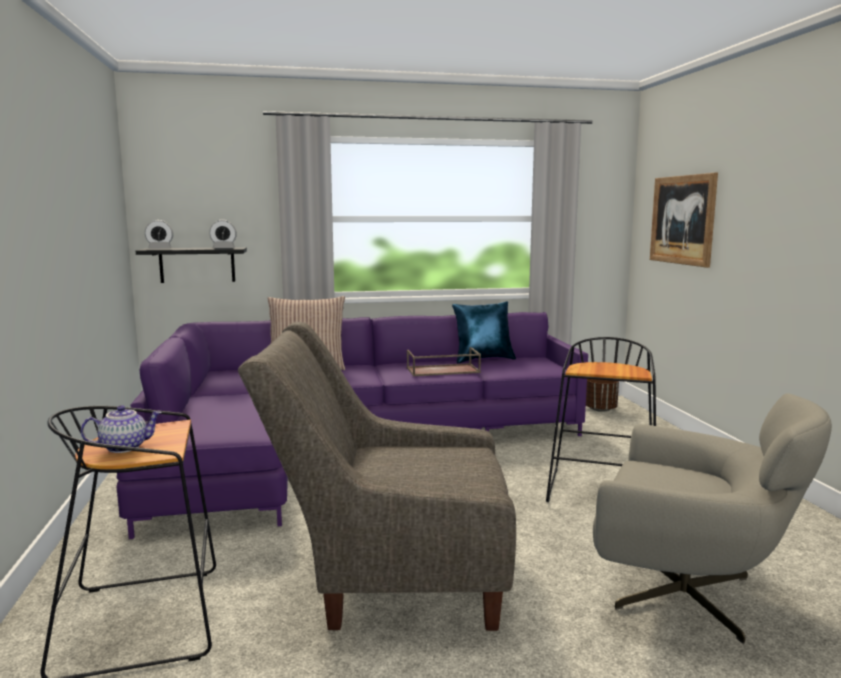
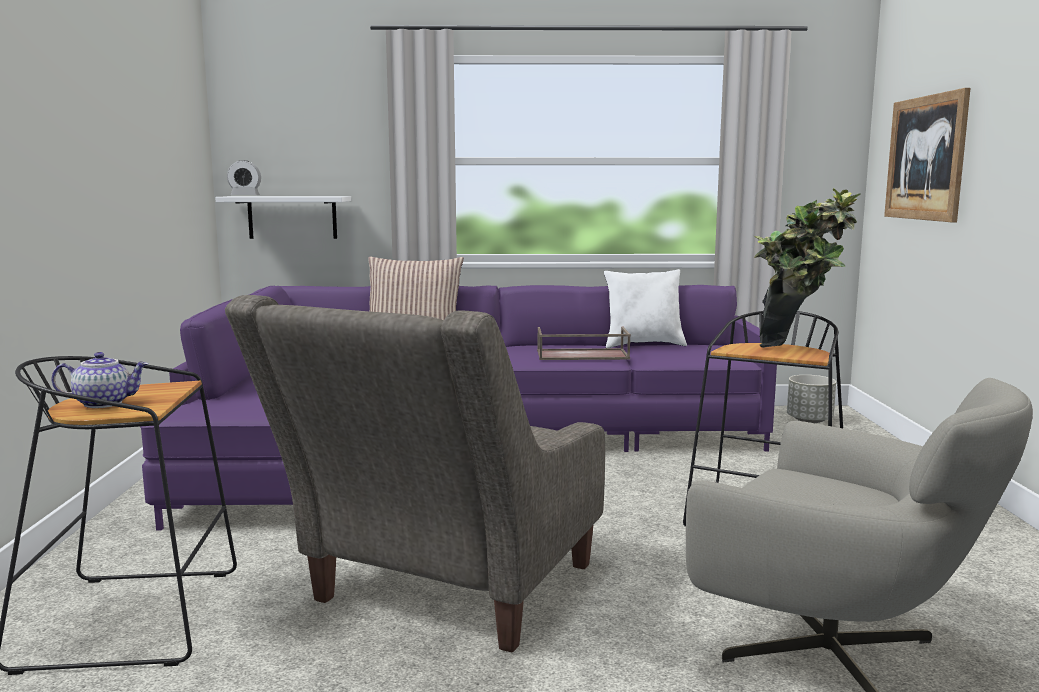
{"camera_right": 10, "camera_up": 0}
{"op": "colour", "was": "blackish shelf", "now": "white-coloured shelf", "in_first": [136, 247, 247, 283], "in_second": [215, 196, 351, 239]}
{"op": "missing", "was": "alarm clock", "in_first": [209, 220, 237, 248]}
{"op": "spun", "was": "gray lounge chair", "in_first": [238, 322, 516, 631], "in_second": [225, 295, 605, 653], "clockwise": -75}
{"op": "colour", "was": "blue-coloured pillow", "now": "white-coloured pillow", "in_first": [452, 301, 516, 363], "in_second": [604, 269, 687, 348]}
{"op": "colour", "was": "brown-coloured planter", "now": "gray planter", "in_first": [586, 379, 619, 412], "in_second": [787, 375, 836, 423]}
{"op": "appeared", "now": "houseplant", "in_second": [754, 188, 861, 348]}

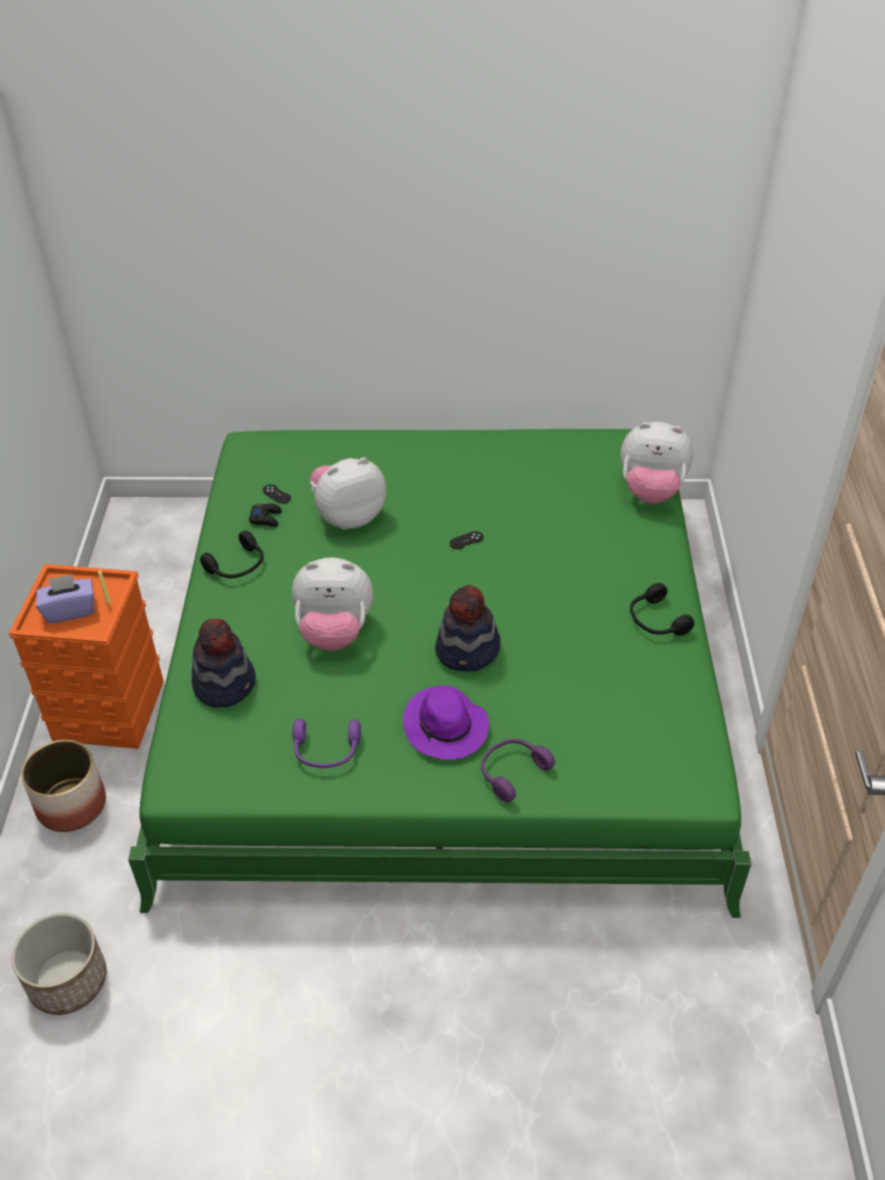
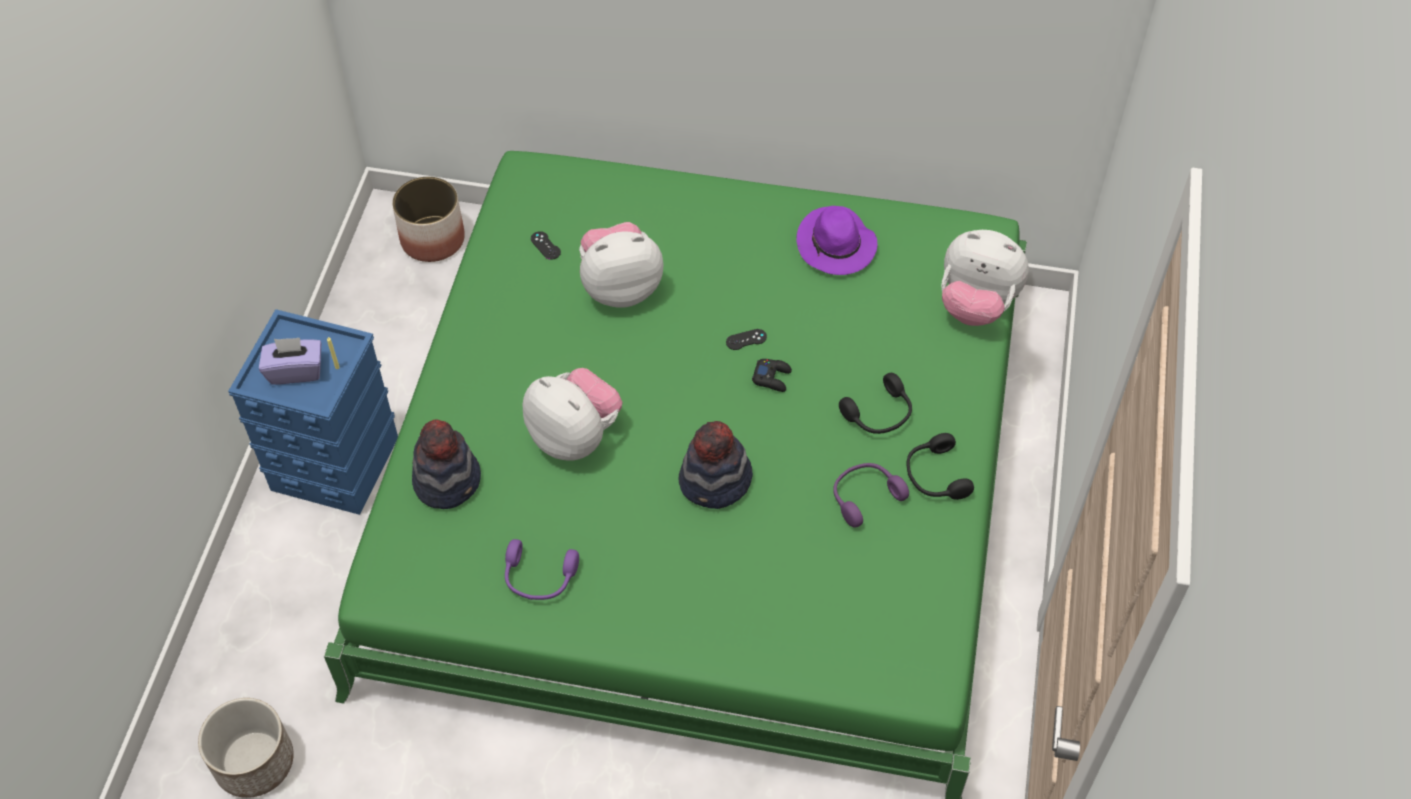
{"camera_right": 10, "camera_up": 10}
{"op": "colour", "was": "orange-coloured storage bin", "now": "blue-coloured storage bin", "in_first": [8, 564, 164, 749], "in_second": [228, 309, 398, 515]}
{"op": "relocated", "was": "planter", "in_first": [21, 740, 106, 832], "in_second": [392, 177, 465, 262]}
{"op": "relocated", "was": "blackish headset", "in_first": [200, 531, 264, 578], "in_second": [839, 373, 912, 434]}
{"op": "relocated", "was": "blackish gamepad", "in_first": [249, 503, 282, 527], "in_second": [752, 359, 792, 392]}
{"op": "spun", "was": "soft toy", "in_first": [292, 558, 373, 651], "in_second": [523, 368, 622, 461], "clockwise": -150}
{"op": "relocated", "was": "purple-coloured wearable hat", "in_first": [403, 685, 489, 760], "in_second": [796, 206, 878, 275]}
{"op": "relocated", "was": "purple-coloured headset", "in_first": [481, 739, 555, 802], "in_second": [833, 463, 909, 528]}

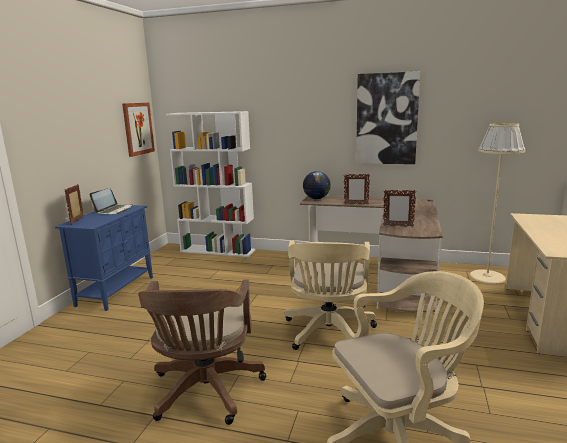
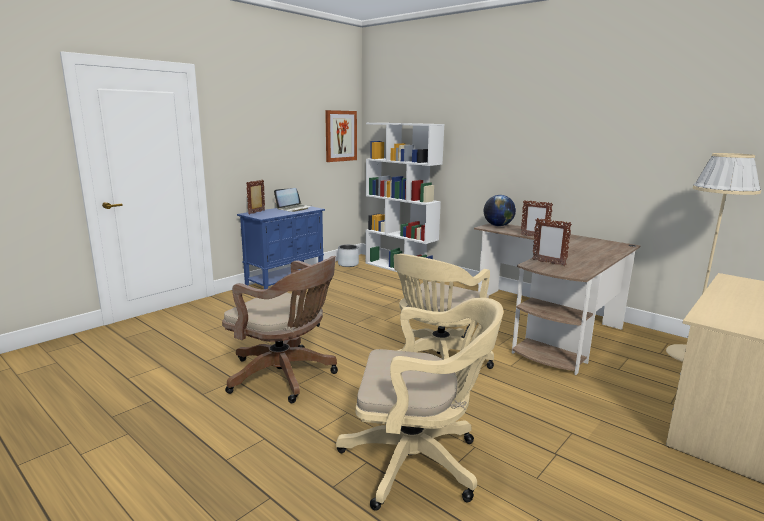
{"camera_right": 25, "camera_up": 0}
{"op": "spun", "was": "brown-coloured computer chair", "in_first": [138, 279, 266, 425], "in_second": [222, 256, 338, 403], "clockwise": -90}
{"op": "missing", "was": "picture", "in_first": [356, 71, 420, 164]}
{"op": "appeared", "now": "gray planter", "in_second": [338, 244, 359, 267]}

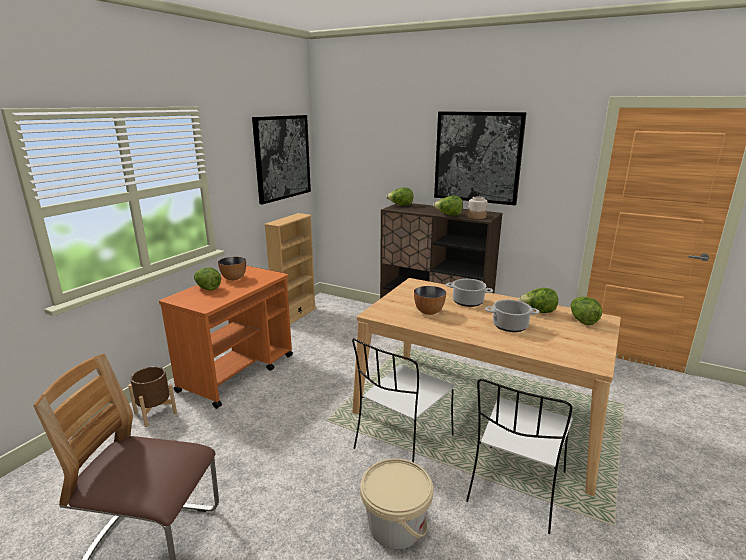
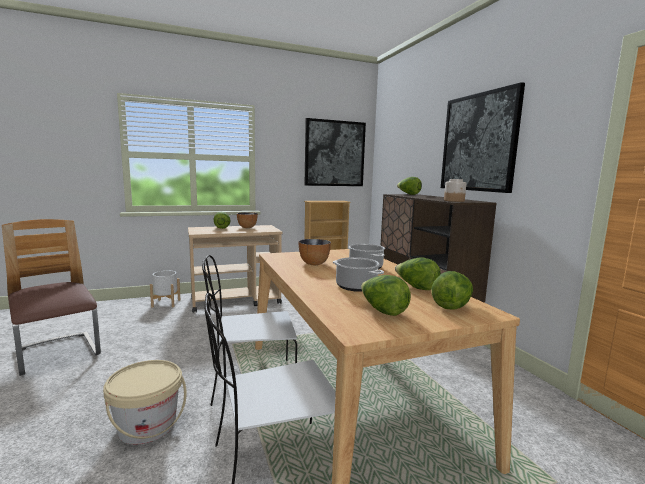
{"camera_right": 40, "camera_up": -10}
{"op": "colour", "was": "brown-coloured planter", "now": "white-coloured planter", "in_first": [128, 366, 177, 427], "in_second": [150, 271, 180, 308]}
{"op": "colour", "was": "orange-coloured wheeled cart", "now": "sand-coloured wheeled cart", "in_first": [159, 265, 293, 409], "in_second": [188, 225, 282, 313]}
{"op": "relocated", "was": "head of lettuce", "in_first": [433, 196, 463, 216], "in_second": [361, 275, 411, 316]}

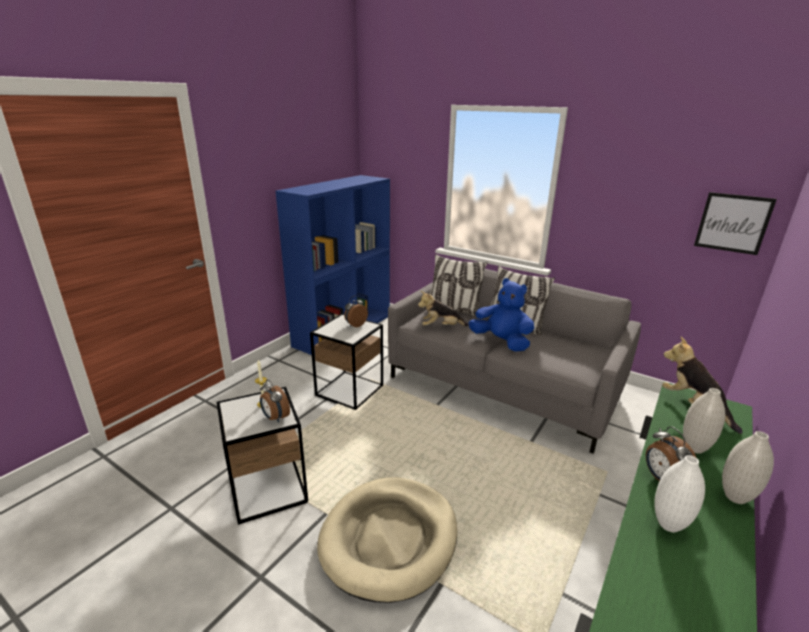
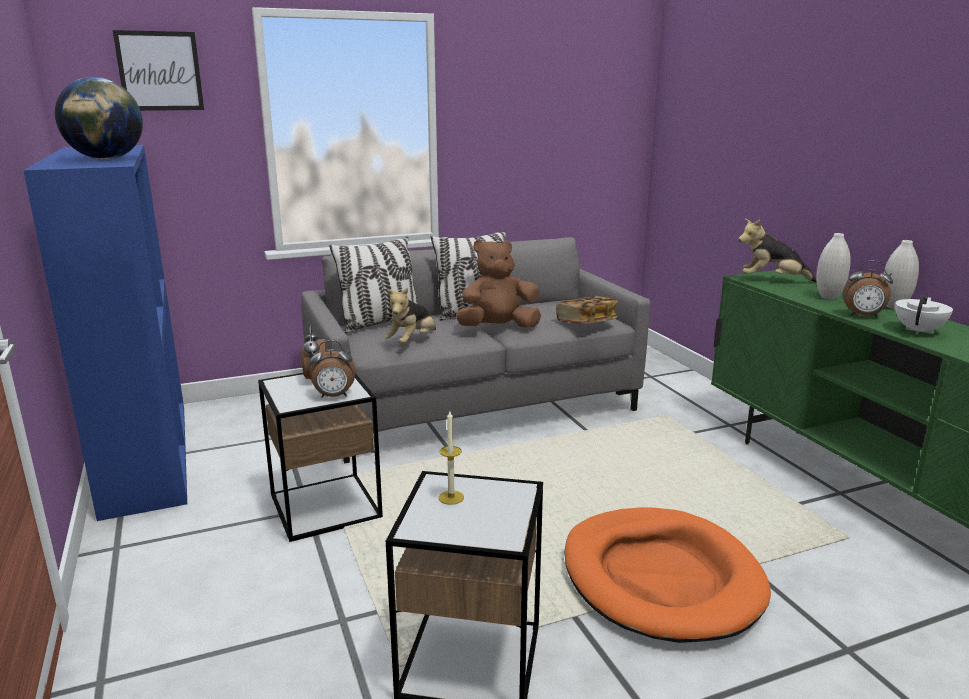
{"camera_right": -55, "camera_up": -5}
{"op": "relocated", "was": "alarm clock", "in_first": [260, 379, 290, 423], "in_second": [310, 340, 355, 398]}
{"op": "colour", "was": "sand-coloured dog bed", "now": "orange-coloured dog bed", "in_first": [317, 477, 457, 603], "in_second": [564, 507, 771, 643]}
{"op": "colour", "was": "blue-coloured soft toy", "now": "brown-coloured soft toy", "in_first": [468, 278, 534, 352], "in_second": [456, 240, 541, 327]}
{"op": "exchanged", "was": "white-coloured flower vase", "now": "white-coloured teapot", "in_first": [654, 455, 705, 532], "in_second": [895, 294, 953, 334]}
{"op": "relocated", "was": "picture", "in_first": [694, 192, 777, 255], "in_second": [113, 30, 204, 111]}
{"op": "appeared", "now": "globe", "in_second": [55, 77, 143, 159]}
{"op": "appeared", "now": "bound book", "in_second": [556, 296, 619, 324]}

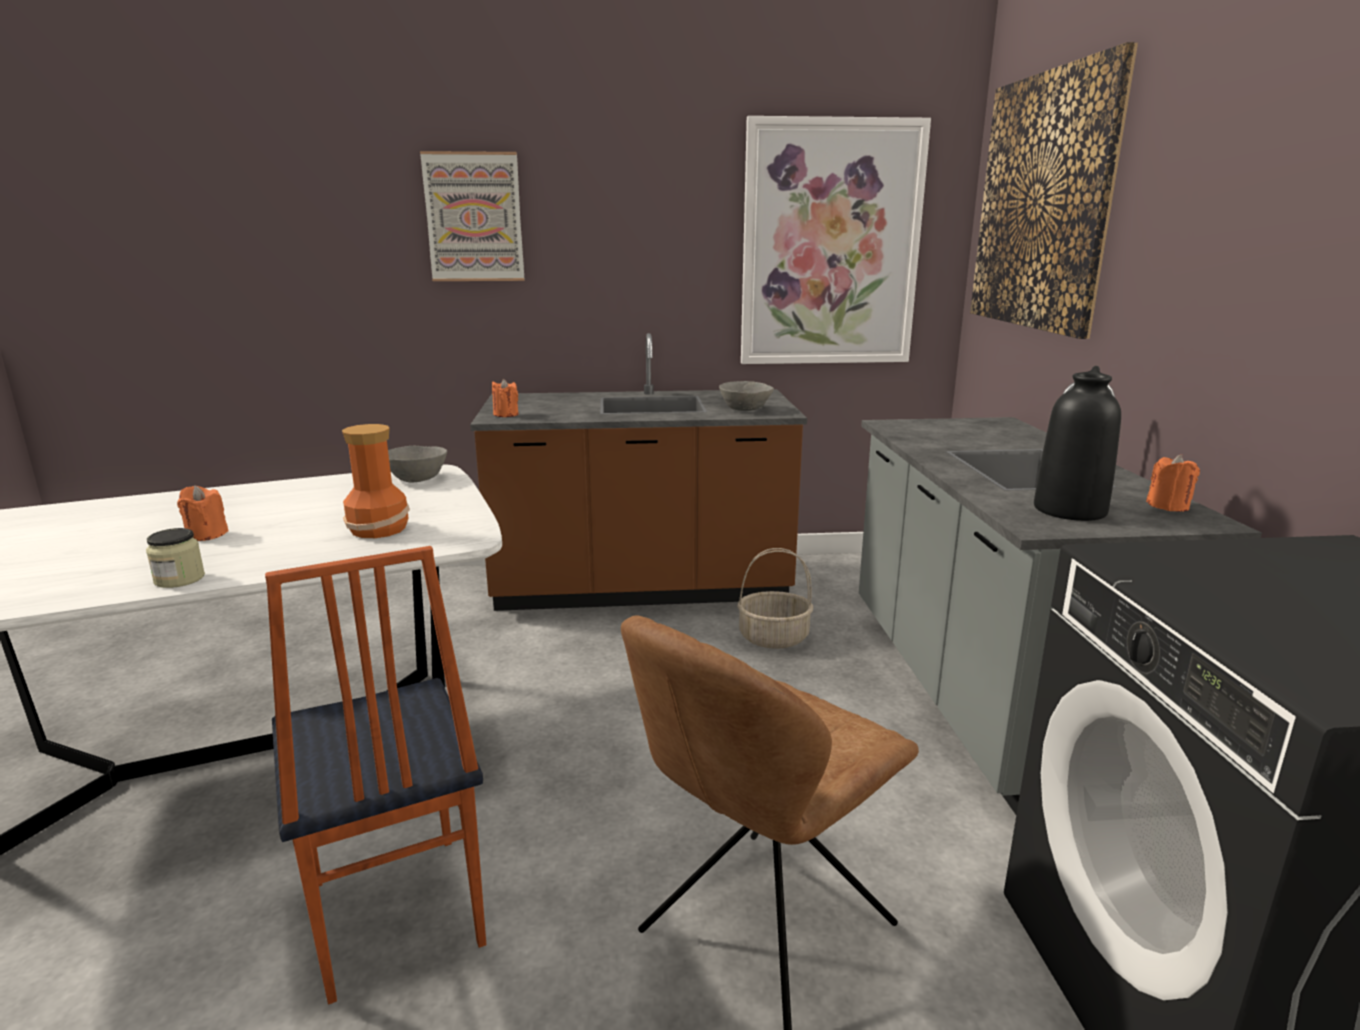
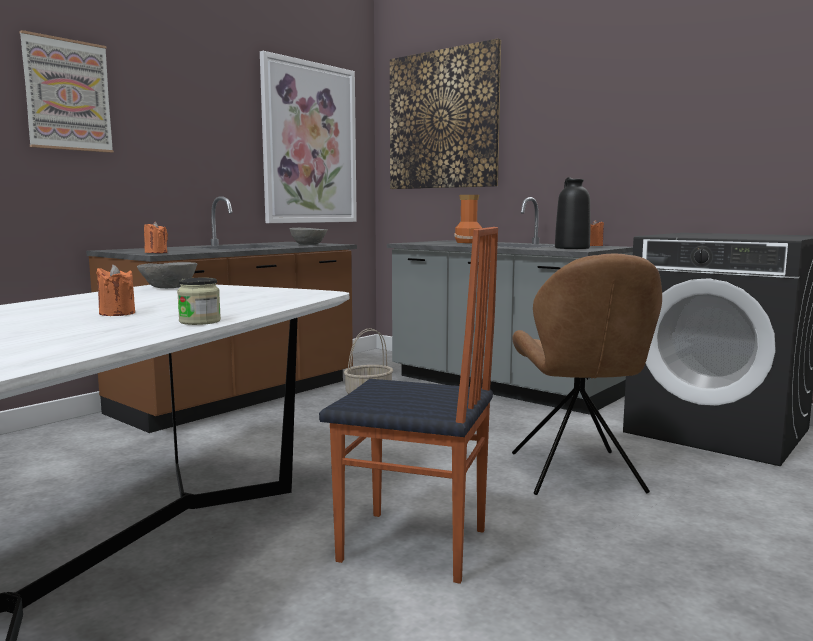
{"camera_right": -45, "camera_up": -10}
{"op": "relocated", "was": "flower vase", "in_first": [342, 424, 410, 538], "in_second": [454, 195, 482, 243]}

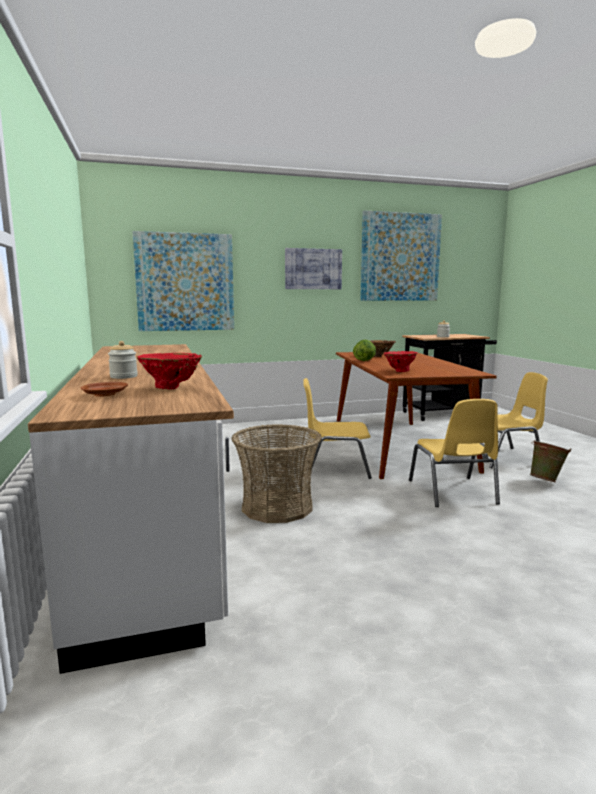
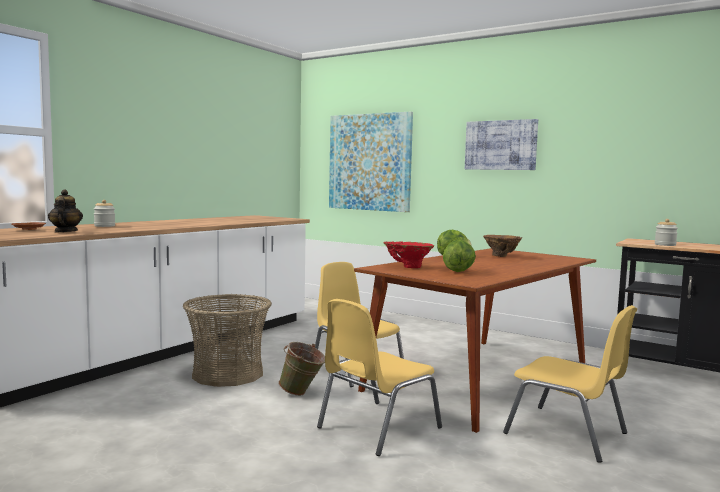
{"camera_right": 50, "camera_up": -5}
{"op": "exchanged", "was": "red flower vase", "now": "teapot", "in_first": [137, 353, 202, 389], "in_second": [48, 189, 83, 232]}
{"op": "missing", "was": "picture", "in_first": [360, 210, 442, 301]}
{"op": "relocated", "was": "green pail", "in_first": [530, 440, 571, 482], "in_second": [279, 342, 325, 396]}
{"op": "appeared", "now": "head of lettuce", "in_second": [443, 239, 476, 272]}

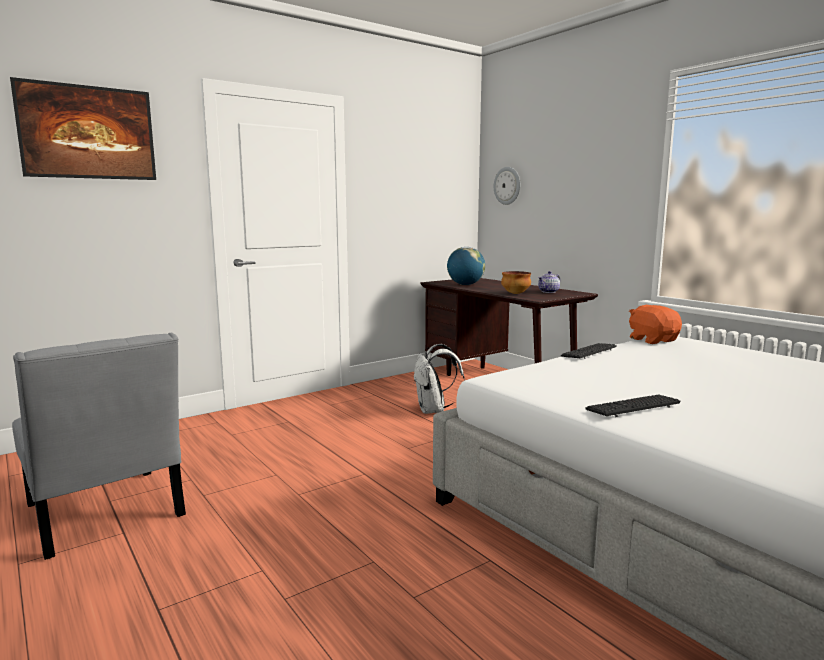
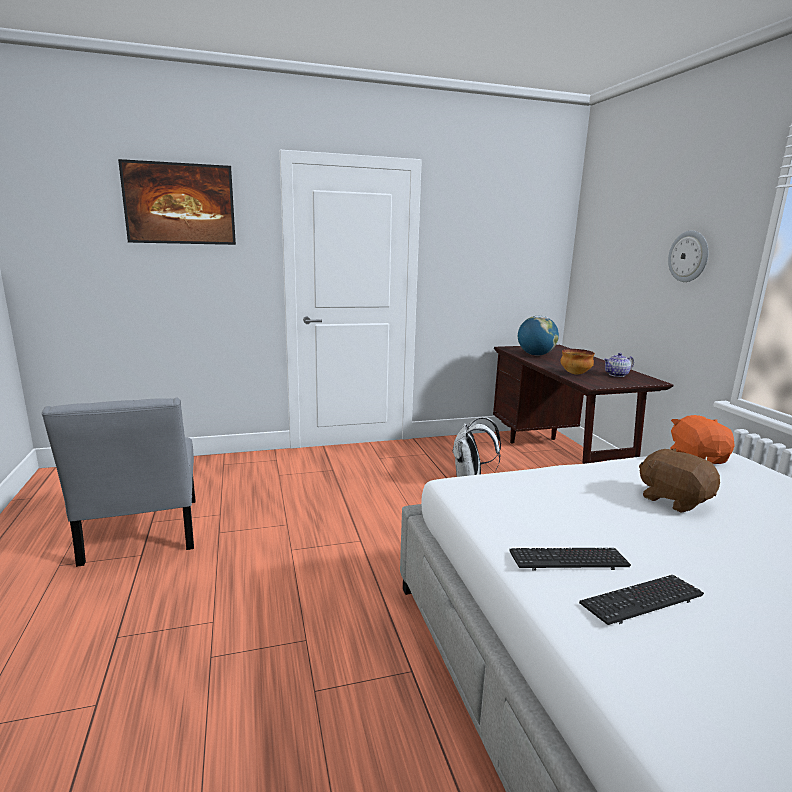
{"camera_right": 20, "camera_up": 5}
{"op": "relocated", "was": "clock on the wall", "in_first": [494, 167, 520, 205], "in_second": [668, 231, 708, 282]}
{"op": "relocated", "was": "keyboard", "in_first": [561, 343, 617, 359], "in_second": [579, 575, 704, 625]}
{"op": "appeared", "now": "brown-coloured soft toy", "in_second": [639, 449, 720, 513]}

